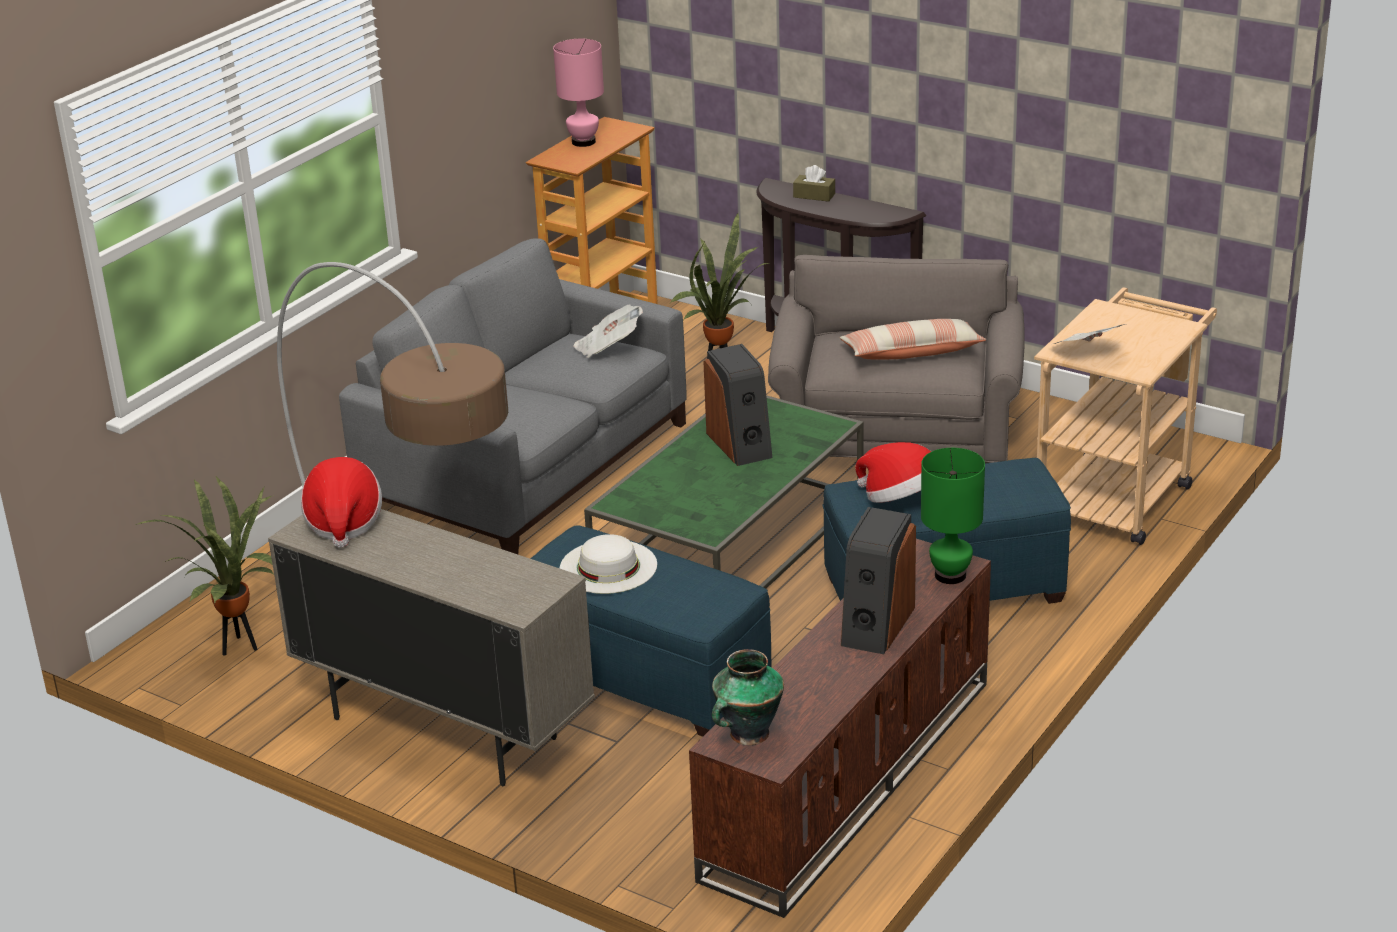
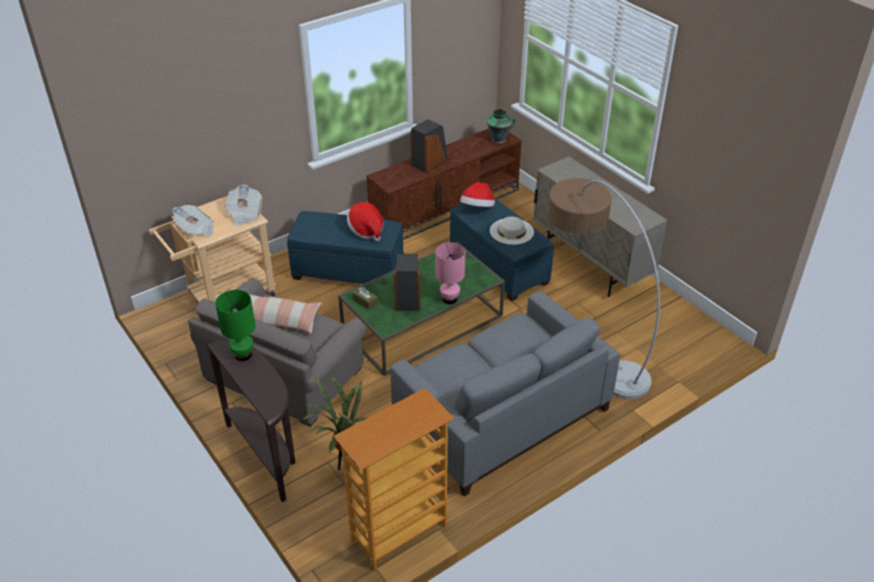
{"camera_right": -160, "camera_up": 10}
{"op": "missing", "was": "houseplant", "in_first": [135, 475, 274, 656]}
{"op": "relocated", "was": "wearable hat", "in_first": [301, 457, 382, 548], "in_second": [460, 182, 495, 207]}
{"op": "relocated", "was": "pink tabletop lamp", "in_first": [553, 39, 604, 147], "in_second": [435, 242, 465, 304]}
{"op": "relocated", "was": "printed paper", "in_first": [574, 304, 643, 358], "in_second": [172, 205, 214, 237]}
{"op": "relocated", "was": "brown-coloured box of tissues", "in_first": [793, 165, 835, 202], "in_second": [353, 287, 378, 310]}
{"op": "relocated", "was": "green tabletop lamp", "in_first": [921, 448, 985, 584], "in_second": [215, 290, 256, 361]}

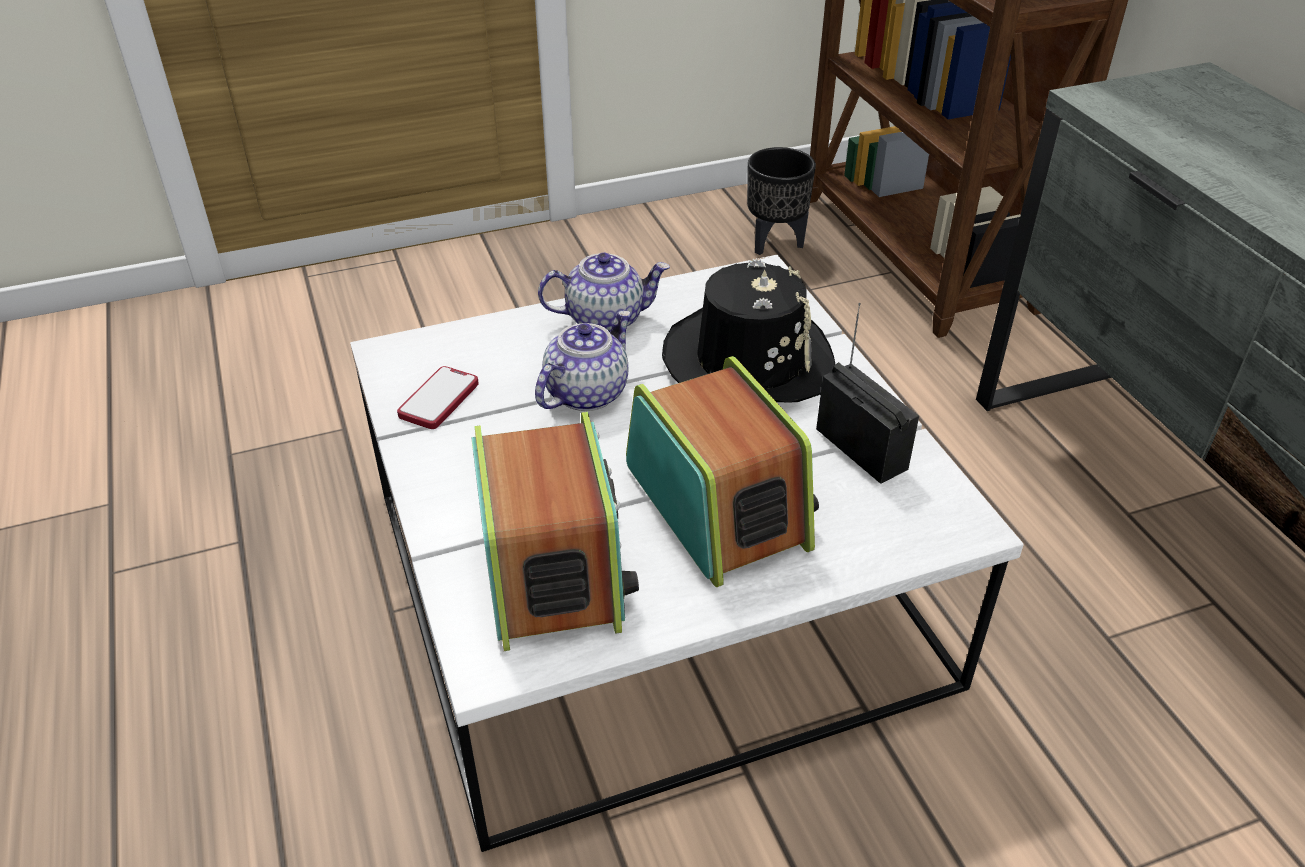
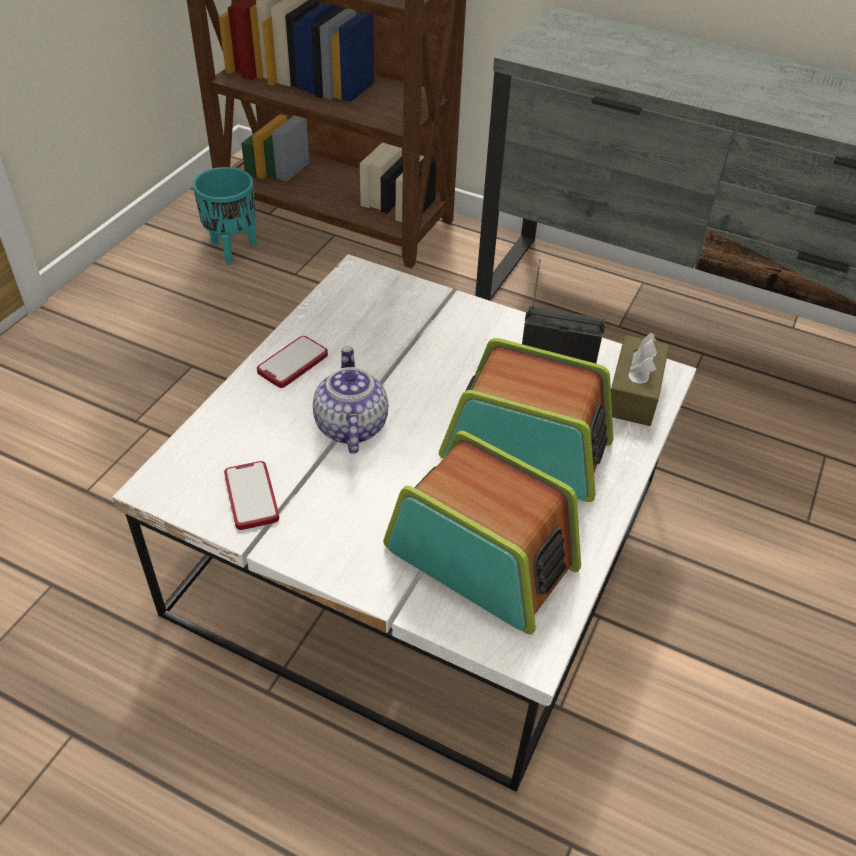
{"camera_right": -45, "camera_up": 5}
{"op": "exchanged", "was": "teapot", "now": "telephone", "in_first": [538, 253, 670, 332], "in_second": [257, 336, 328, 388]}
{"op": "missing", "was": "blackish wearable hat", "in_first": [662, 258, 835, 403]}
{"op": "colour", "was": "blackish planter", "now": "turquoise-coloured planter", "in_first": [747, 147, 816, 255], "in_second": [193, 167, 257, 265]}
{"op": "appeared", "now": "brown-coloured box of tissues", "in_second": [611, 333, 669, 426]}

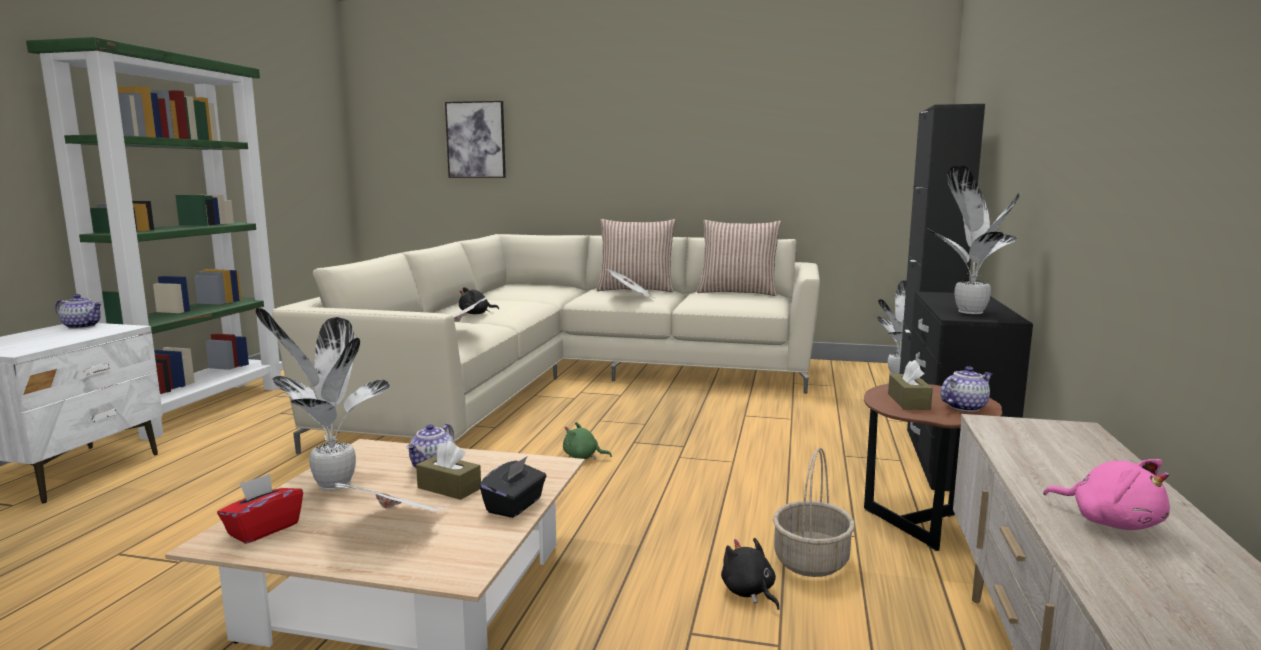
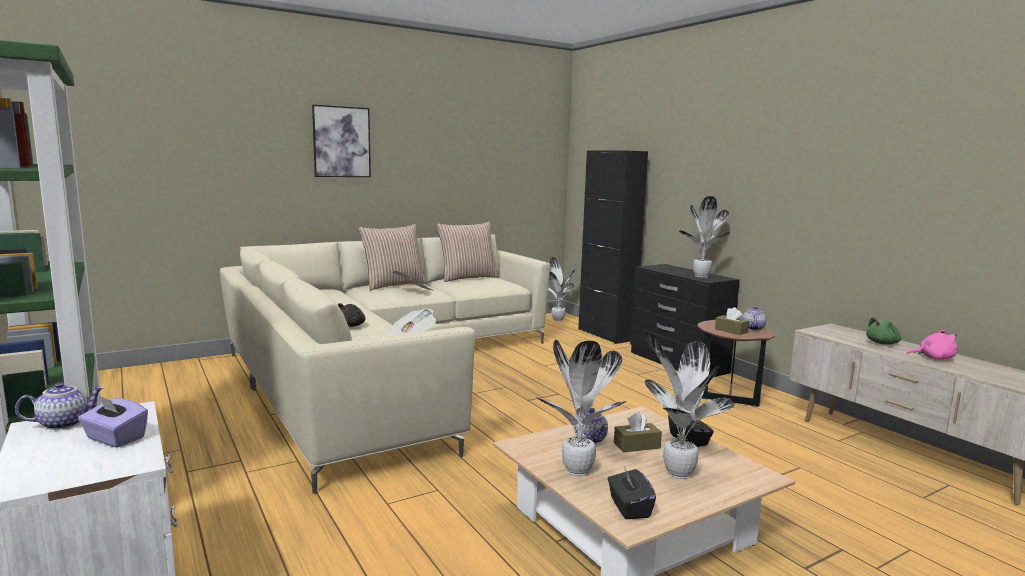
{"camera_right": -45, "camera_up": 0}
{"op": "colour", "was": "red box of tissues", "now": "blackish box of tissues", "in_first": [217, 474, 303, 544], "in_second": [608, 467, 656, 519]}
{"op": "exchanged", "was": "printed paper", "now": "houseplant", "in_first": [328, 483, 448, 512], "in_second": [644, 332, 734, 479]}
{"op": "relocated", "was": "picture", "in_first": [445, 101, 506, 178], "in_second": [312, 105, 371, 177]}
{"op": "relocated", "was": "green soft toy", "in_first": [563, 422, 612, 460], "in_second": [866, 317, 901, 345]}
{"op": "missing", "was": "blackish soft toy", "in_first": [721, 538, 780, 610]}
{"op": "missing", "was": "household basket", "in_first": [773, 448, 855, 577]}
{"op": "appeared", "now": "purple-coloured box of tissues", "in_second": [78, 395, 148, 448]}

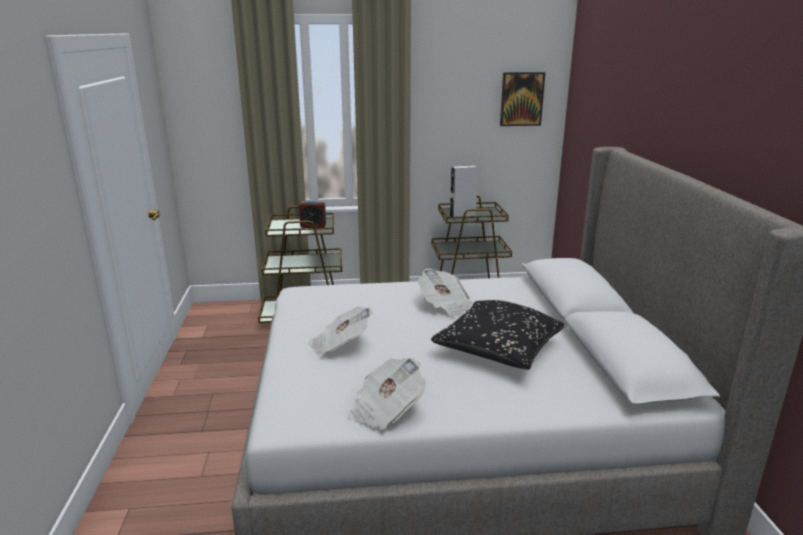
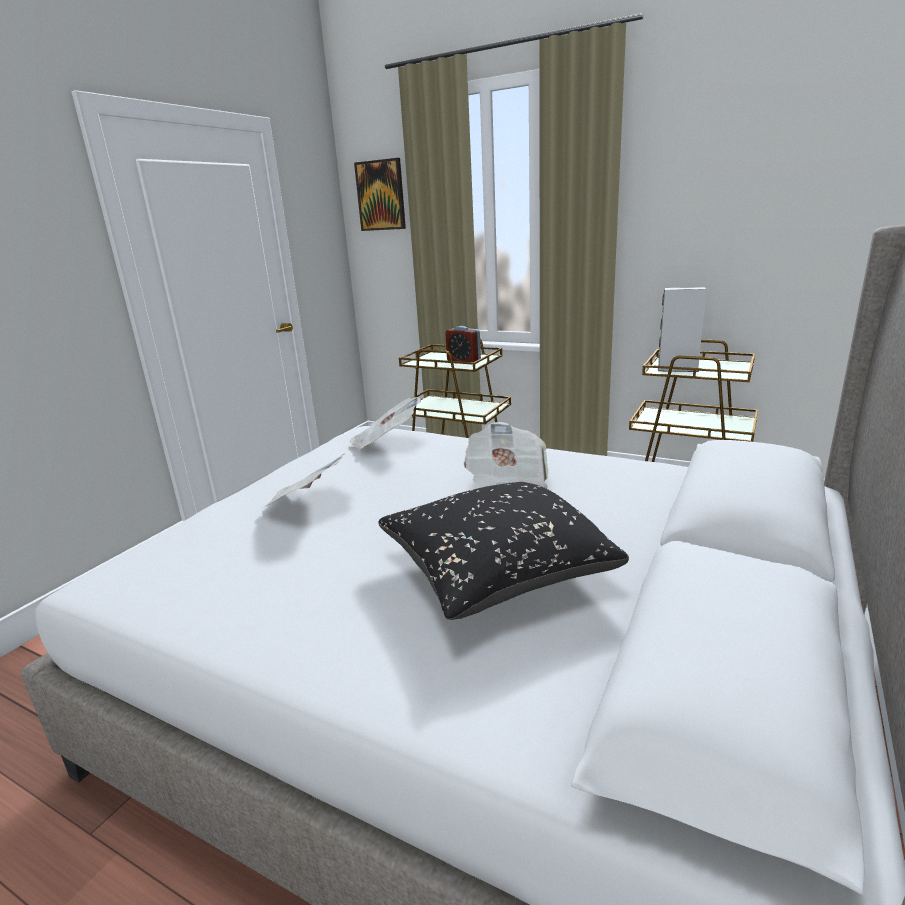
{"camera_right": 35, "camera_up": 0}
{"op": "relocated", "was": "printed paper", "in_first": [348, 358, 426, 429], "in_second": [350, 397, 421, 450]}
{"op": "relocated", "was": "picture", "in_first": [500, 72, 546, 126], "in_second": [354, 158, 406, 231]}

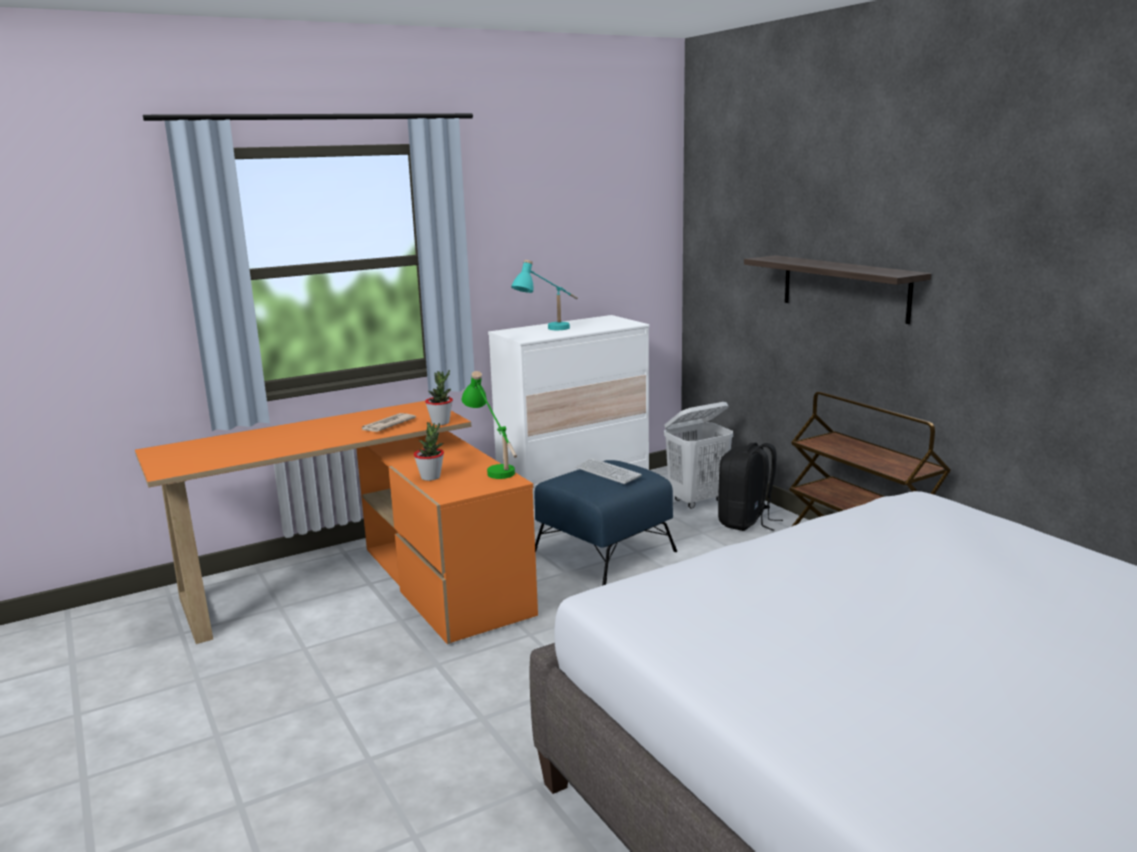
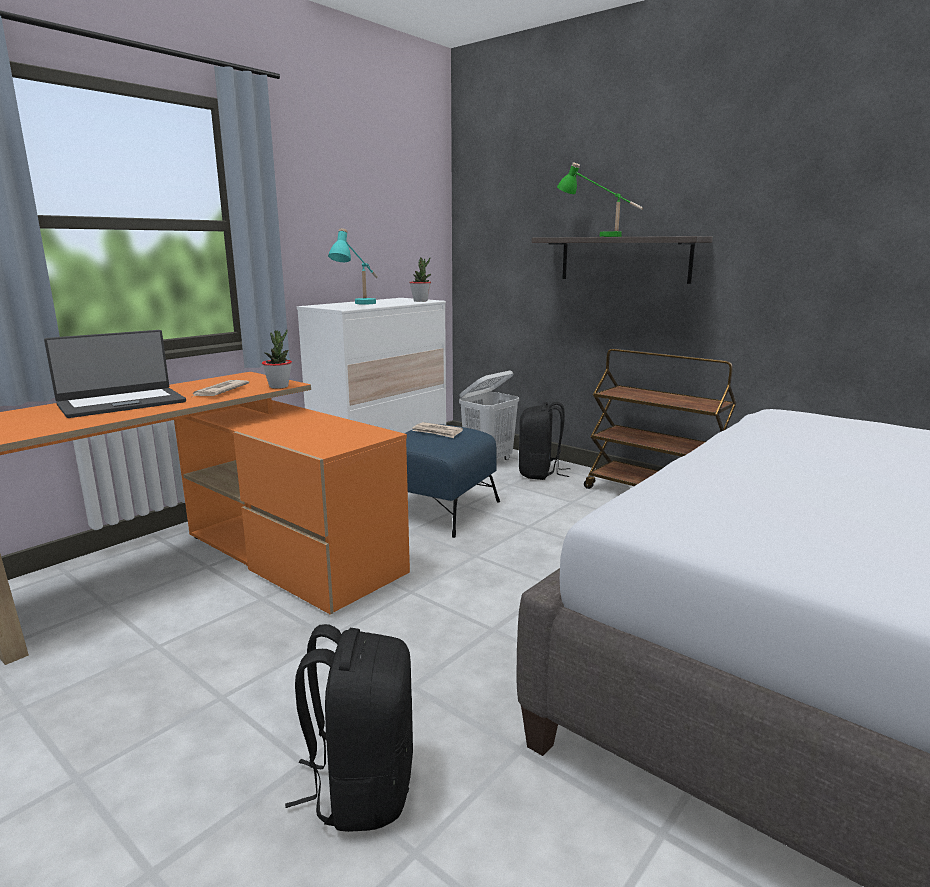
{"camera_right": -20, "camera_up": 0}
{"op": "relocated", "was": "houseplant", "in_first": [414, 422, 444, 481], "in_second": [409, 258, 431, 302]}
{"op": "relocated", "was": "green tabletop lamp", "in_first": [462, 371, 517, 479], "in_second": [557, 162, 643, 237]}
{"op": "exchanged", "was": "keyboard", "now": "printed paper", "in_first": [575, 458, 642, 484], "in_second": [412, 422, 463, 438]}
{"op": "appeared", "now": "portable computer", "in_second": [44, 330, 186, 418]}
{"op": "appeared", "now": "blackish rucksack", "in_second": [285, 624, 413, 832]}

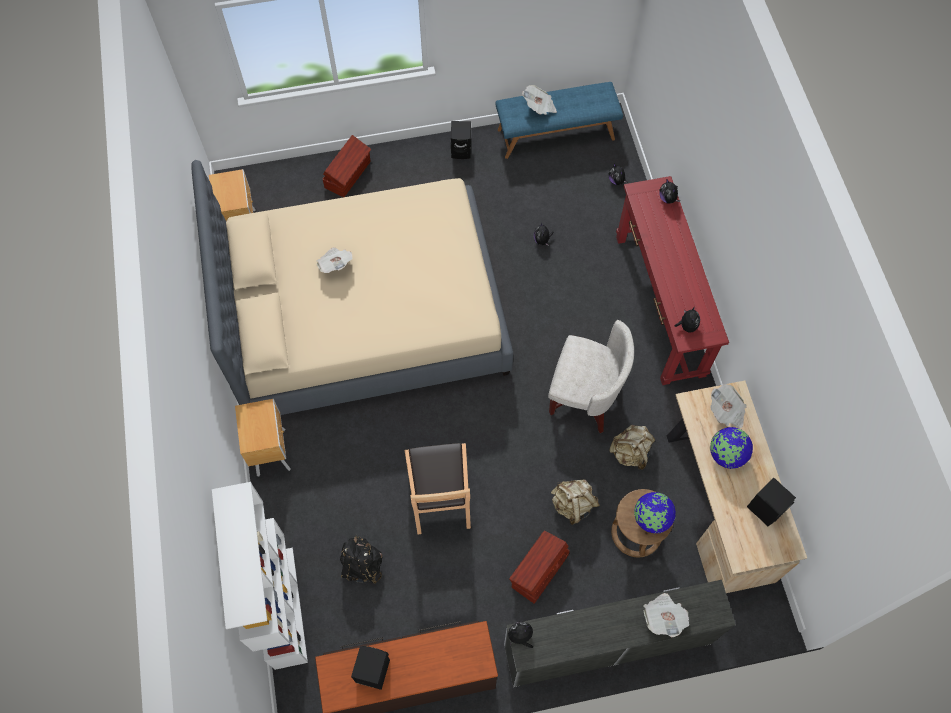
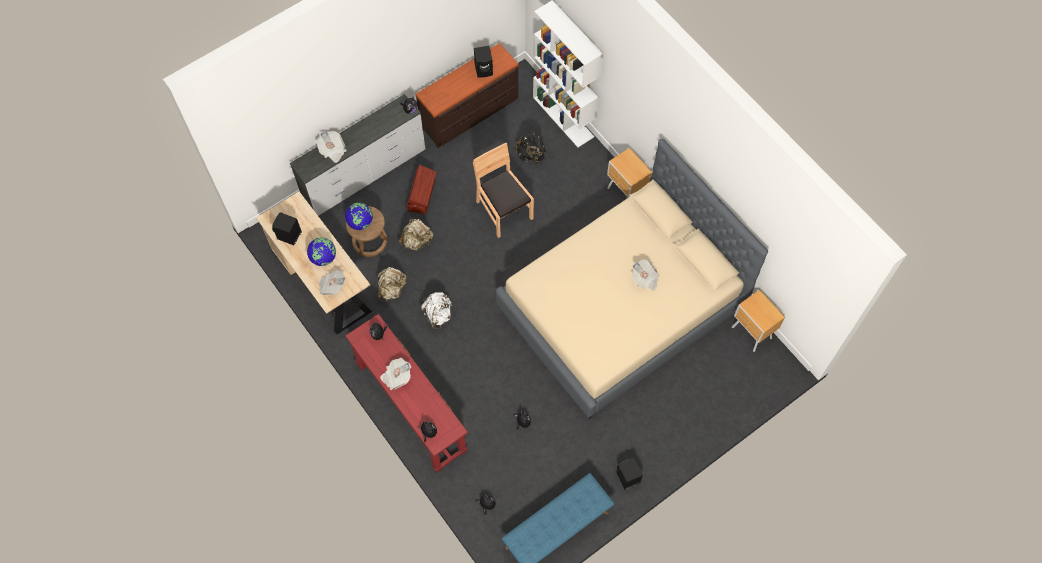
{"camera_right": 155, "camera_up": 0}
{"op": "missing", "was": "brown-coloured storage bin", "in_first": [323, 135, 371, 197]}
{"op": "relocated", "was": "printed paper", "in_first": [522, 85, 557, 115], "in_second": [380, 358, 411, 390]}
{"op": "exchanged", "was": "white-coloured lounge chair", "now": "white-coloured rucksack", "in_first": [548, 320, 634, 433], "in_second": [421, 292, 452, 329]}

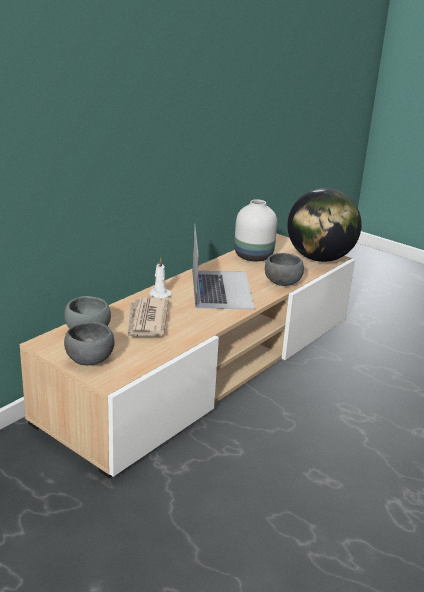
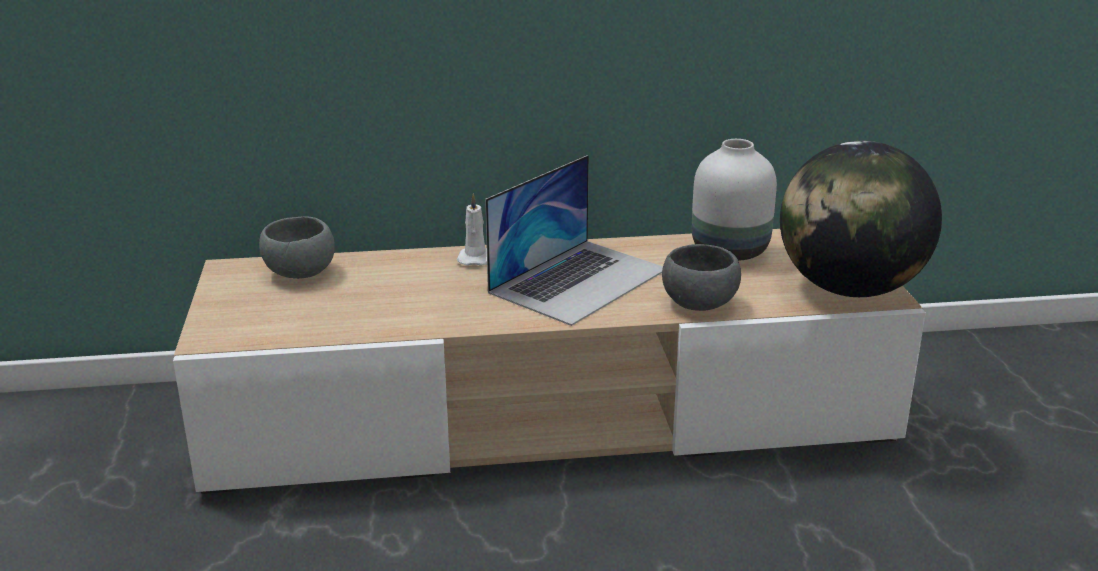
{"camera_right": 45, "camera_up": 0}
{"op": "missing", "was": "gray deep dish", "in_first": [64, 322, 115, 365]}
{"op": "missing", "was": "printed paper", "in_first": [127, 297, 169, 338]}

